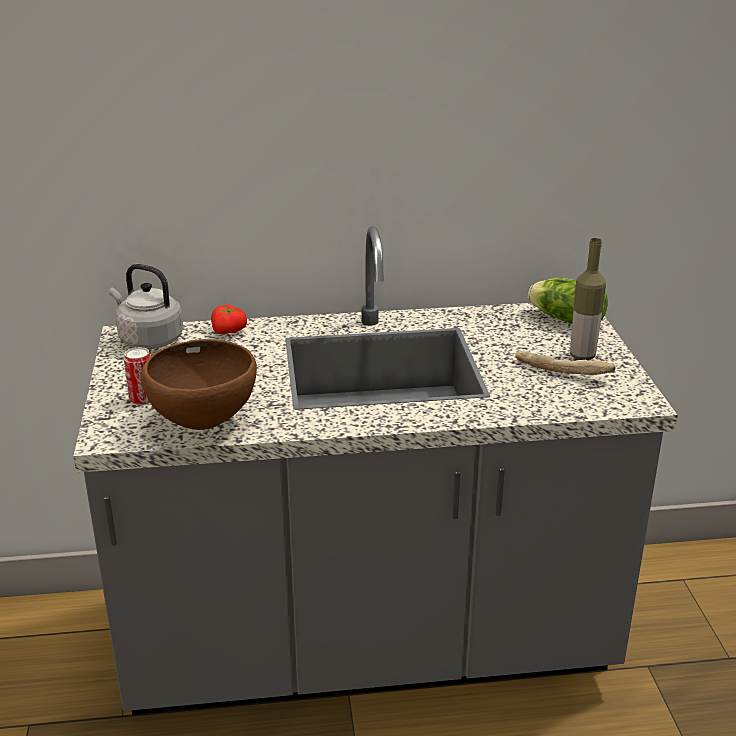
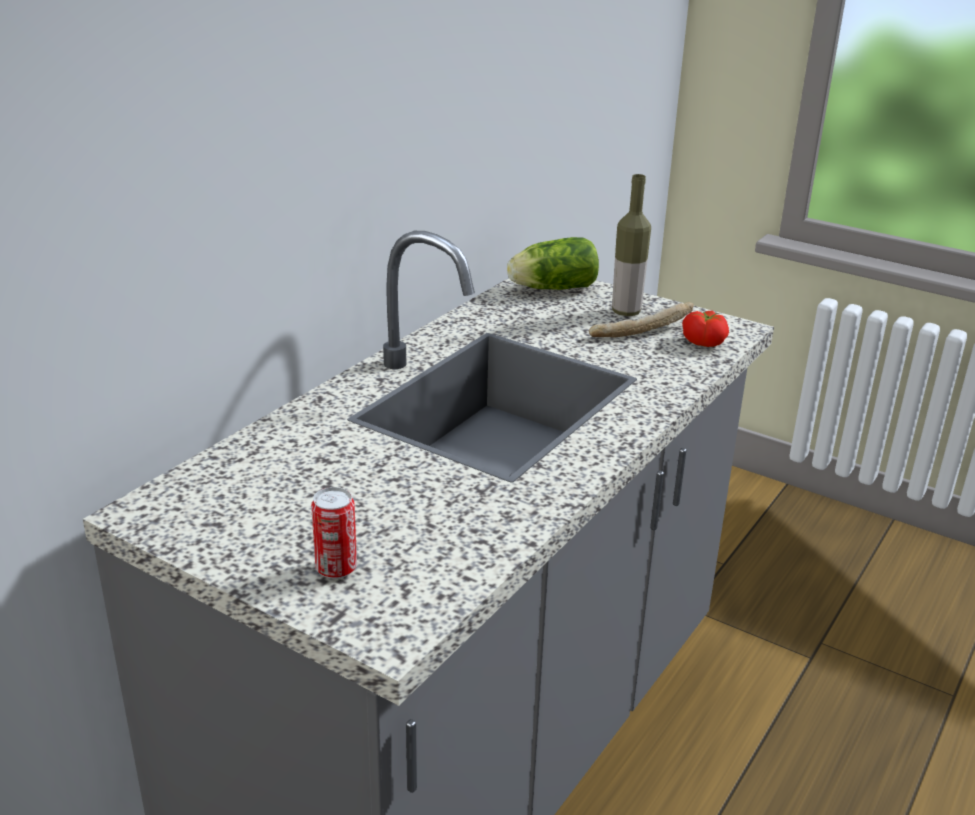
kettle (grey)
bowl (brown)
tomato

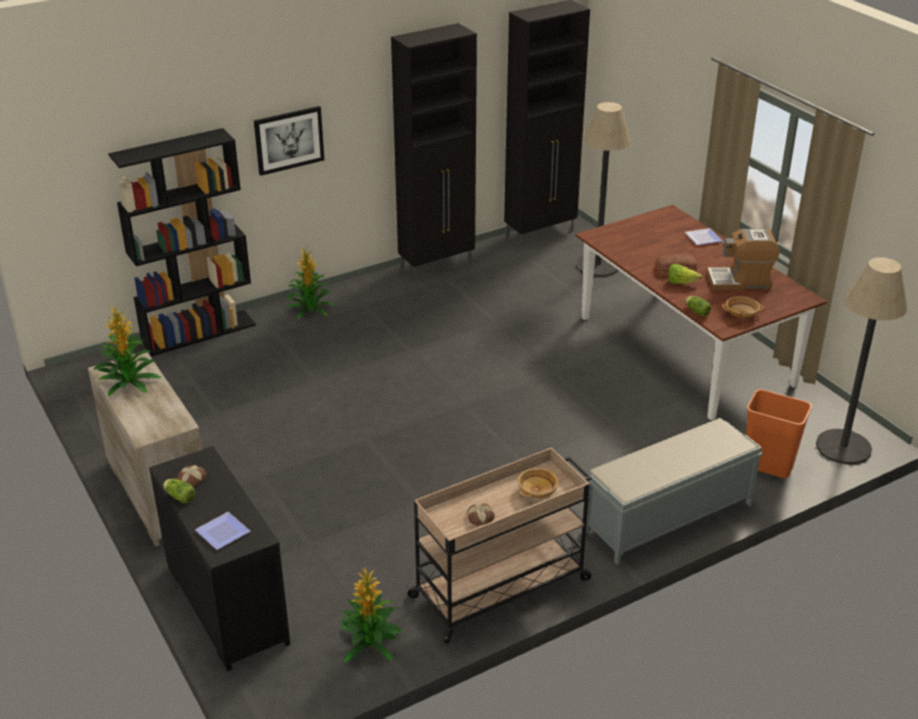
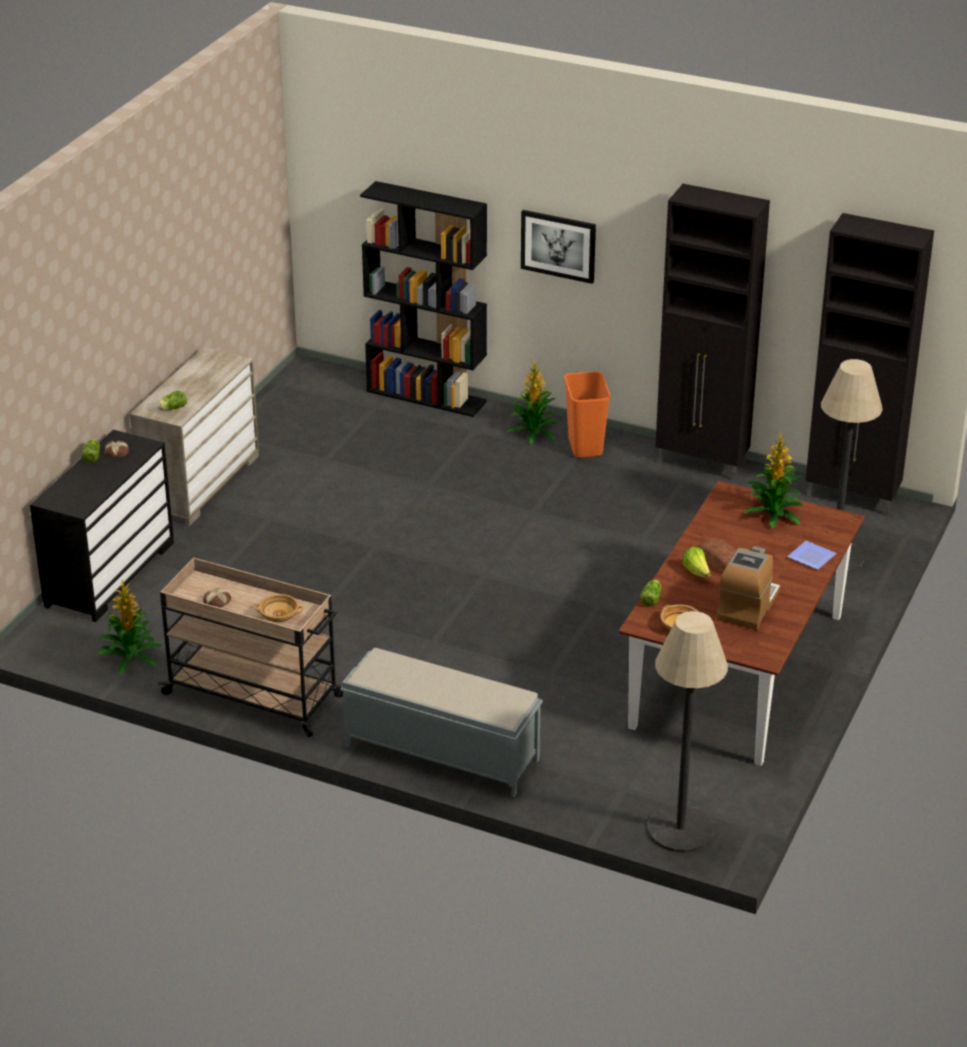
potted plant (no. 3 from left)
plate (no. 1 from left in the first image)
coffee machine
trash can (orange)
lettuce (no. 2 from left)

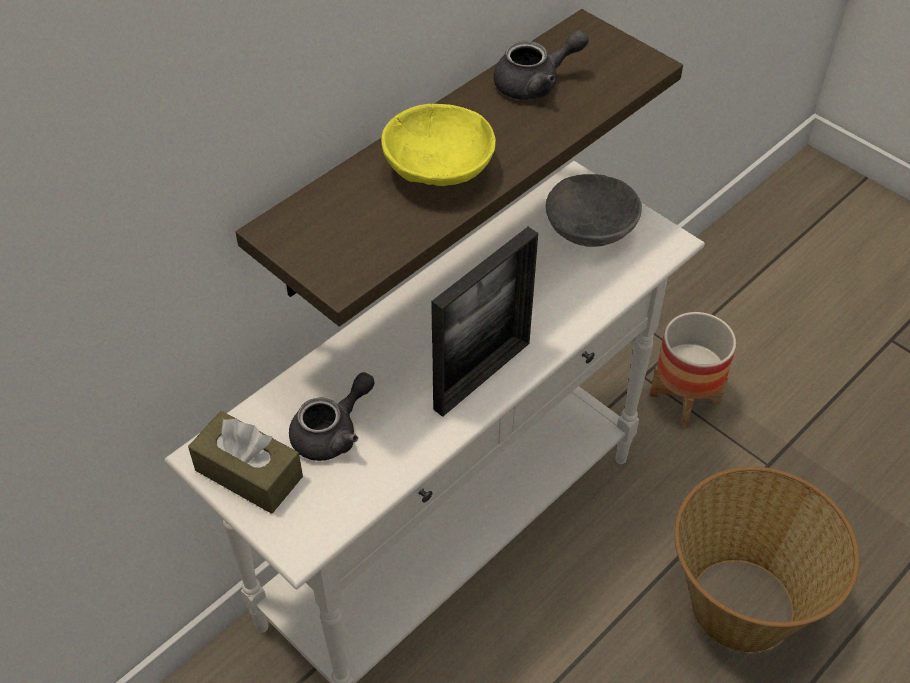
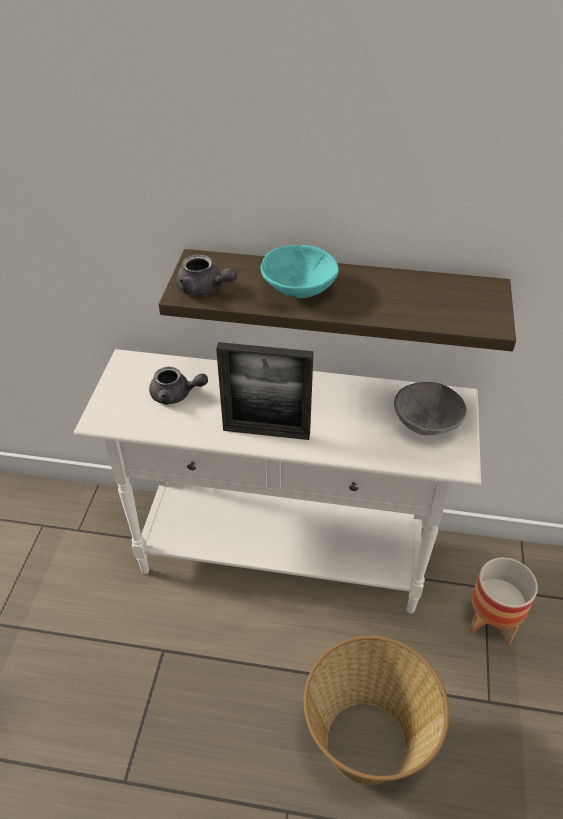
tissue box (brown)
bowl (turquoise)
teapot (grey) (no. 2 from left)

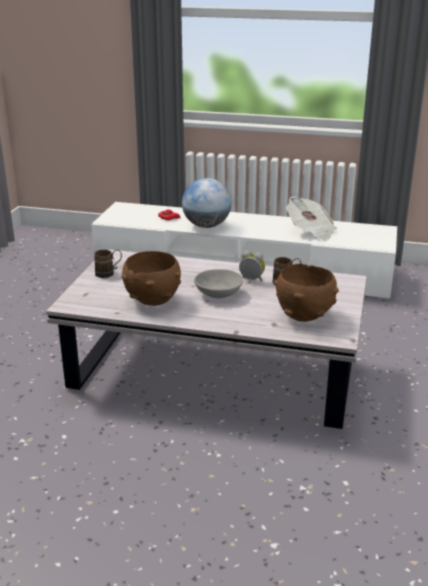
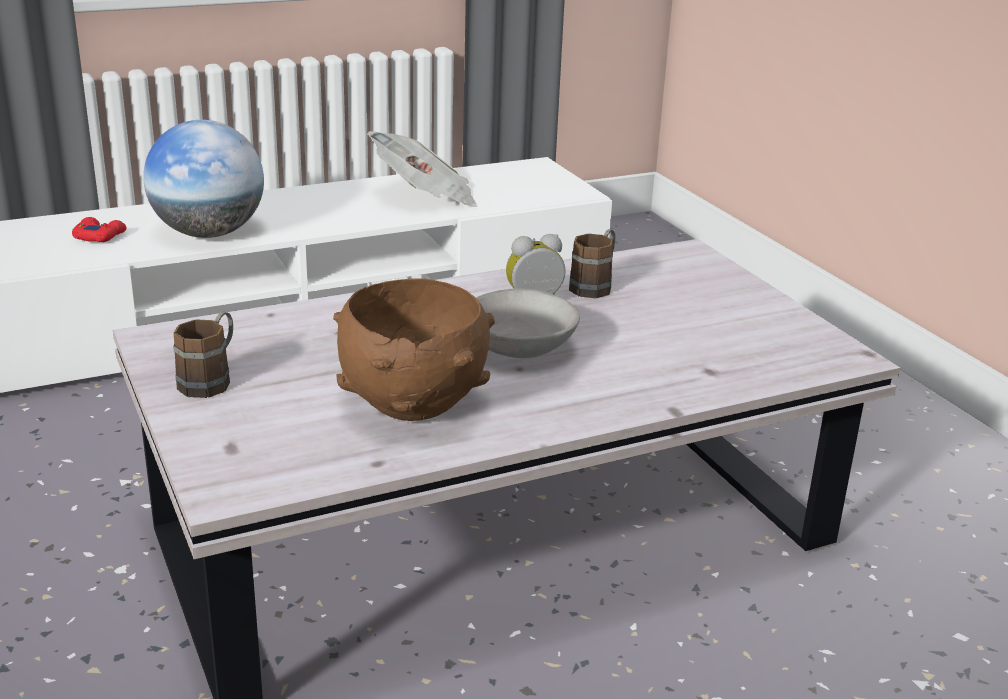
bowl (brown) (no. 2 from left in the first image)

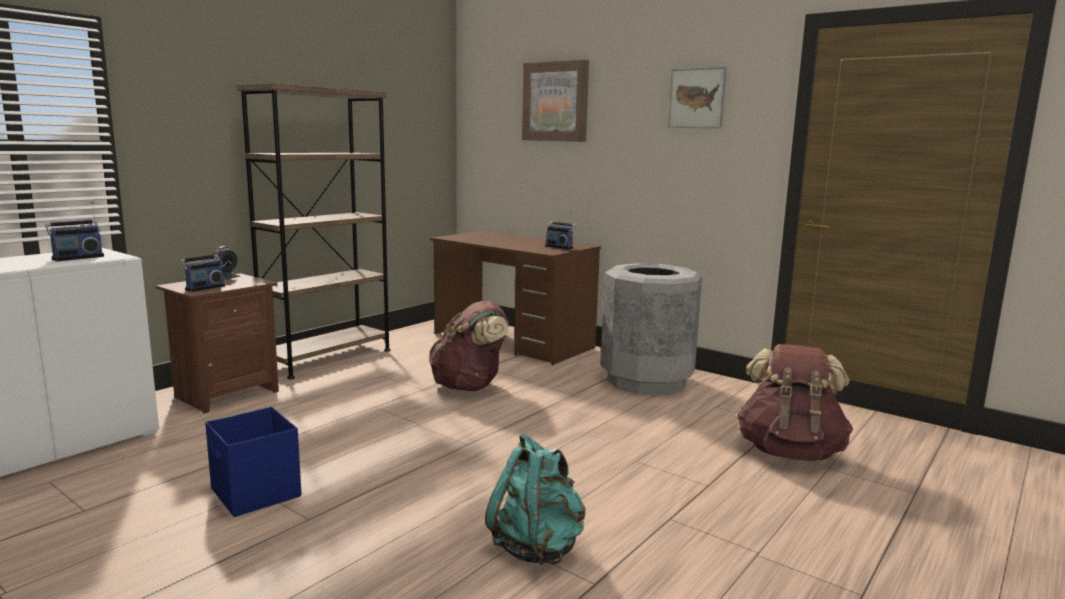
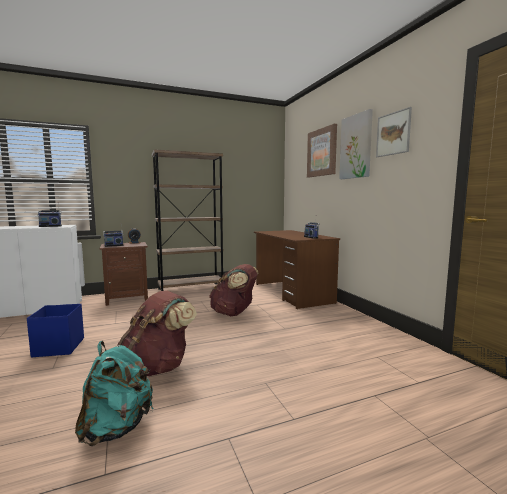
trash can (grey)
backpack (brown) (no. 1 from left)
picture (no. 2 from left)

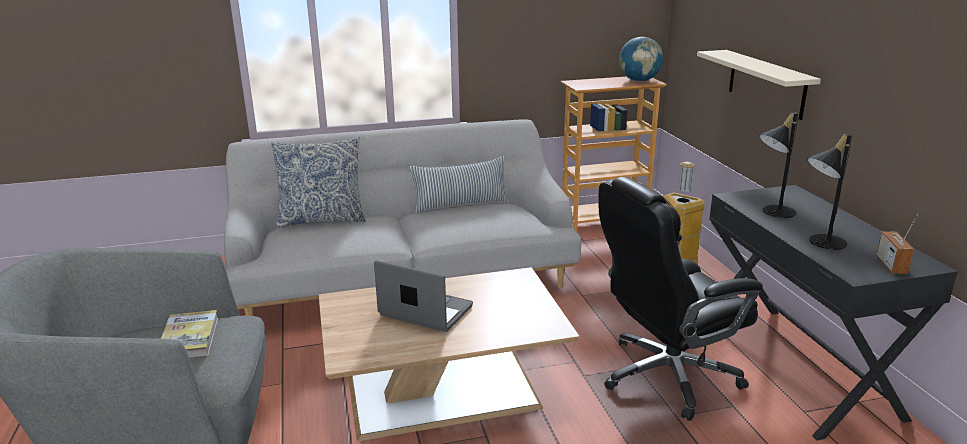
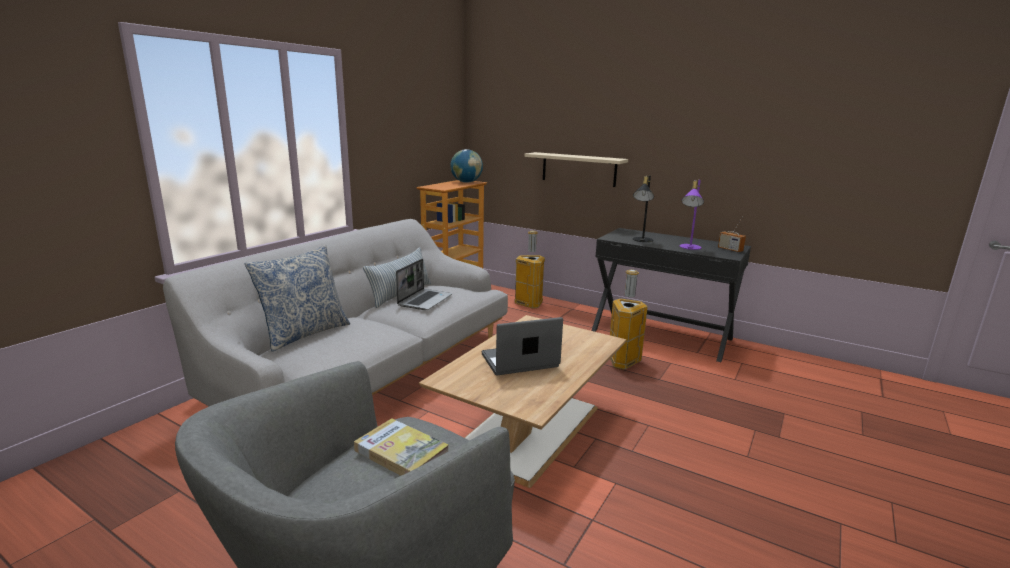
trash can (no. 2 from left)
table lamp (purple)
laptop (no. 1 from left)

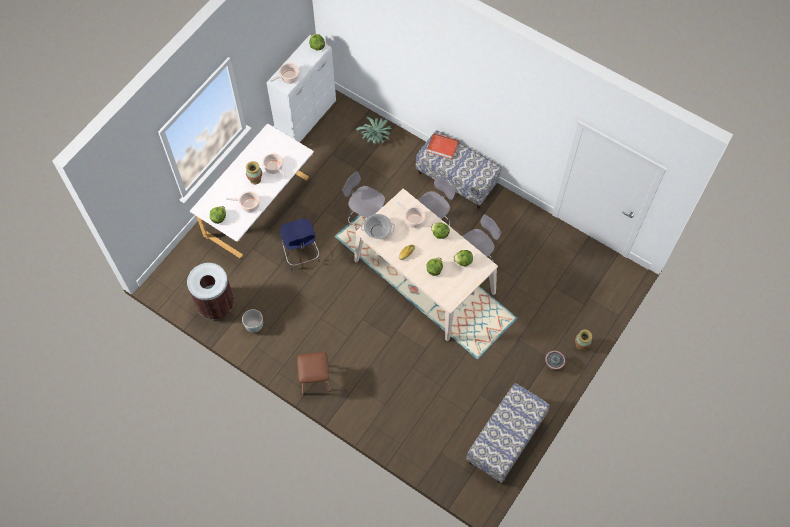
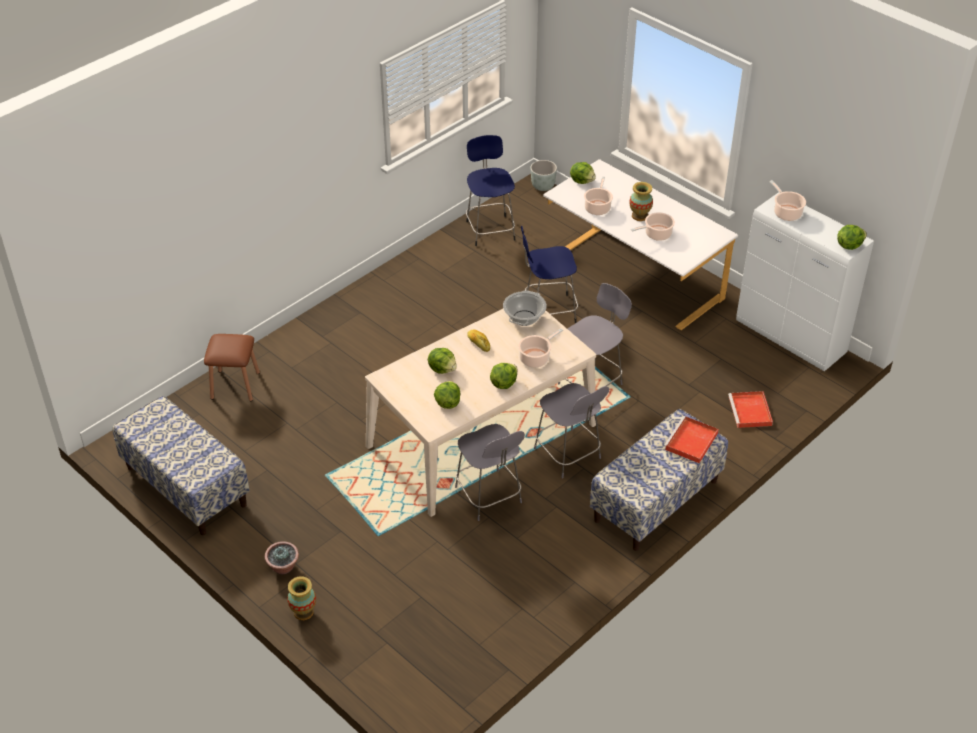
stool (blue) (no. 1 from left)
planter (grey)
stool (brown)
tray (red) (no. 2 from left)

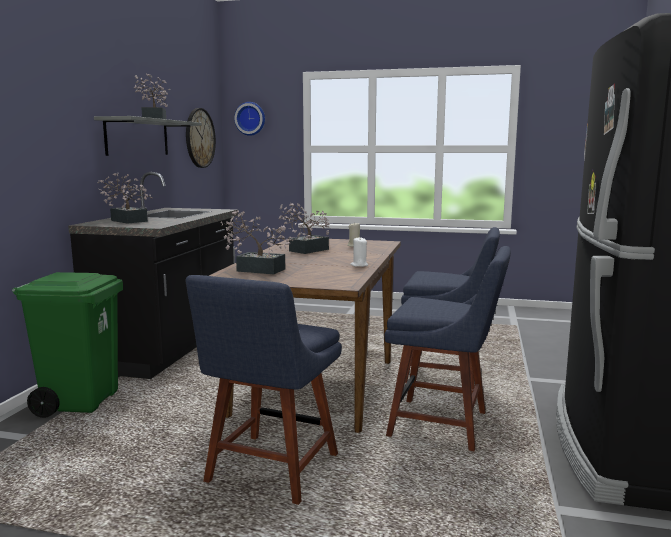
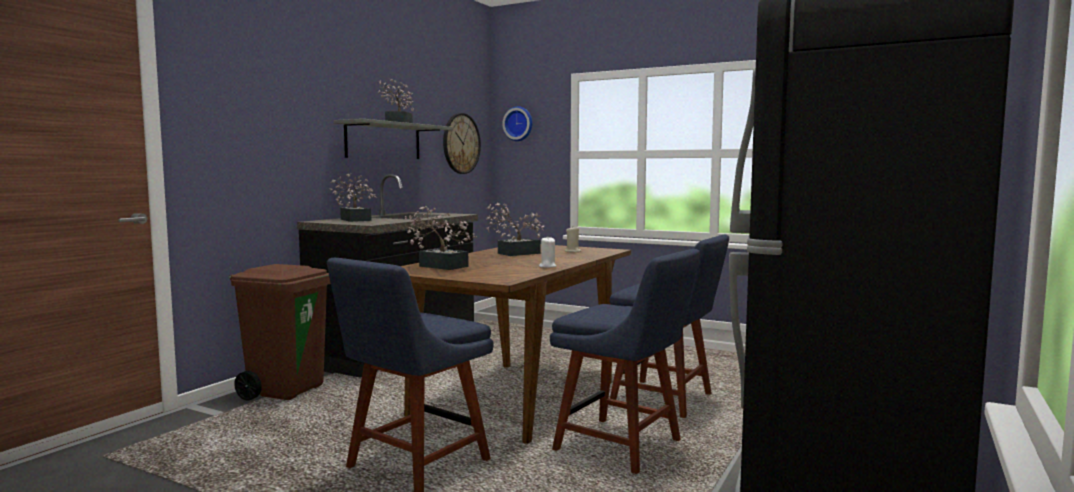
trash can (brown)

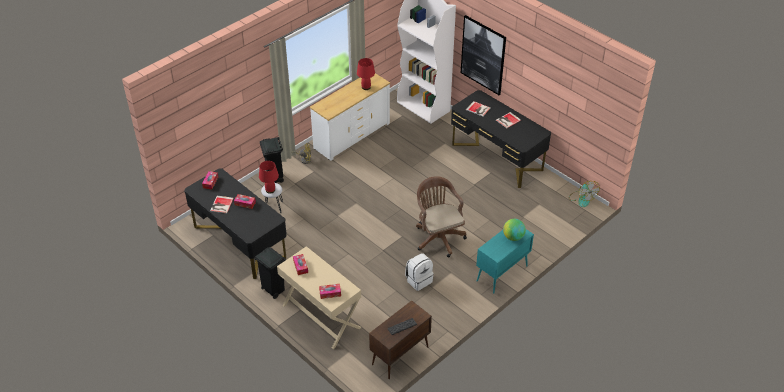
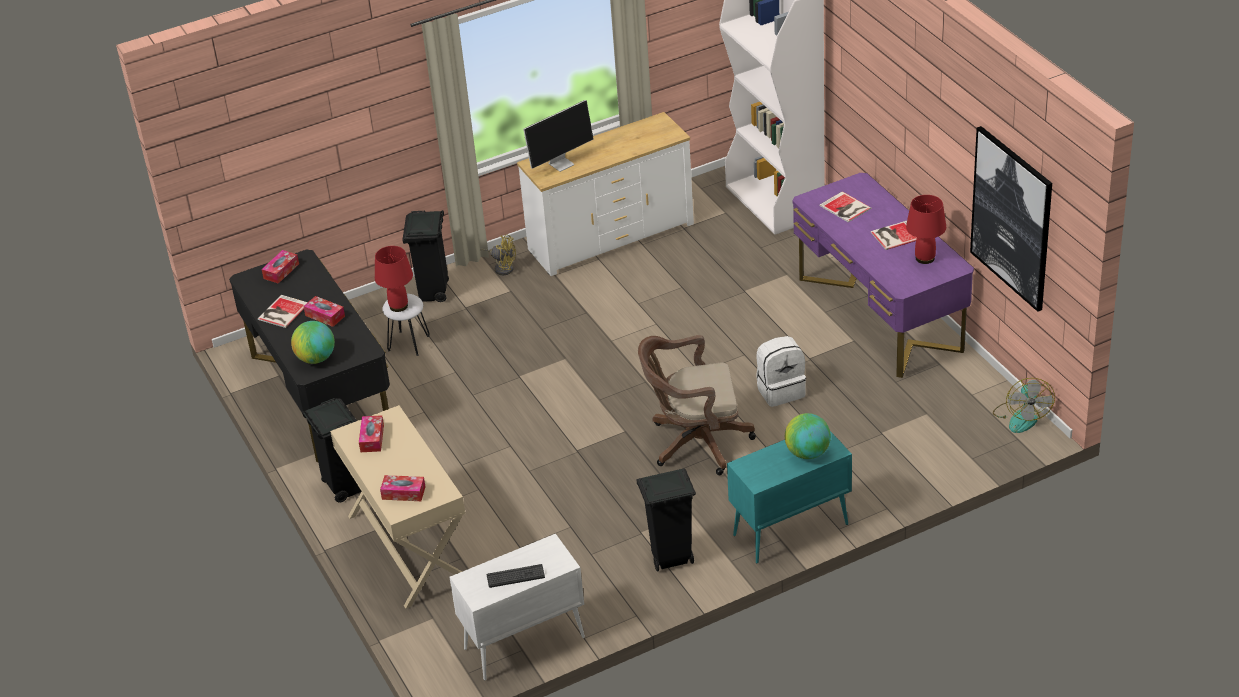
table lamp (red) (no. 2 from left)
cabinet (white)
backpack (white)
office chair (brown)
desk (purple)
picture
globe (no. 1 from left)
monitor
trash can (black) (no. 3 from left)

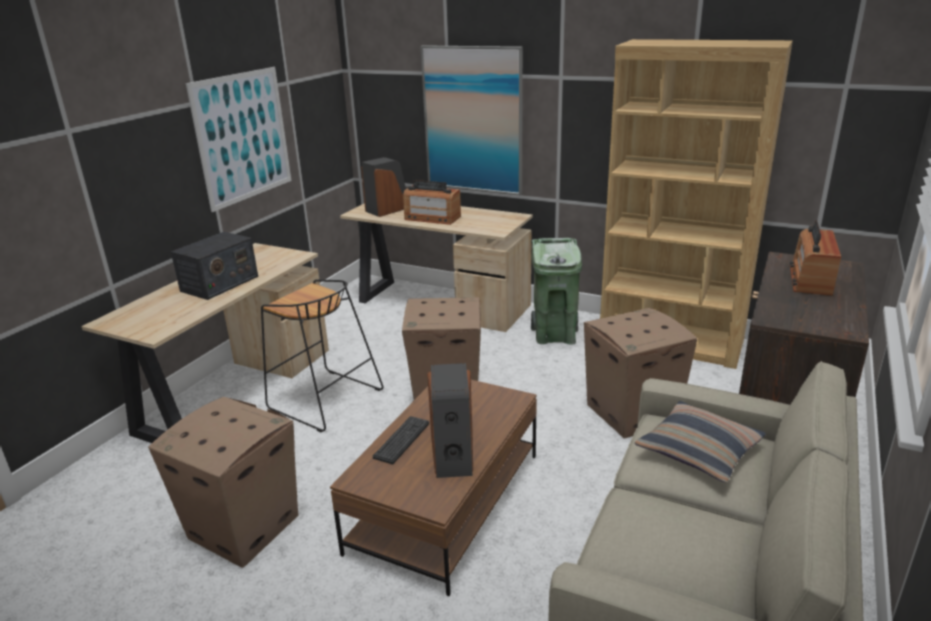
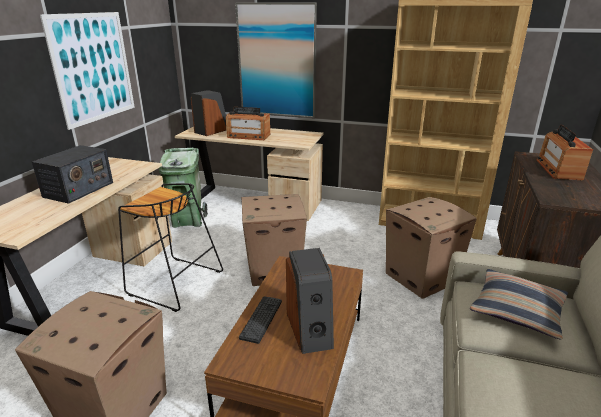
trash can (green)

